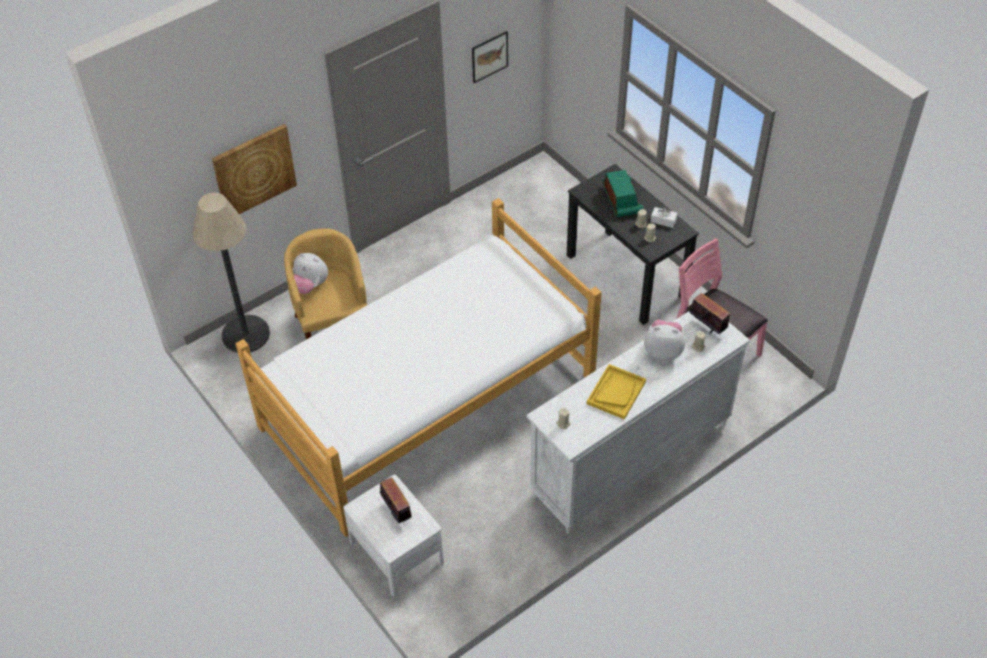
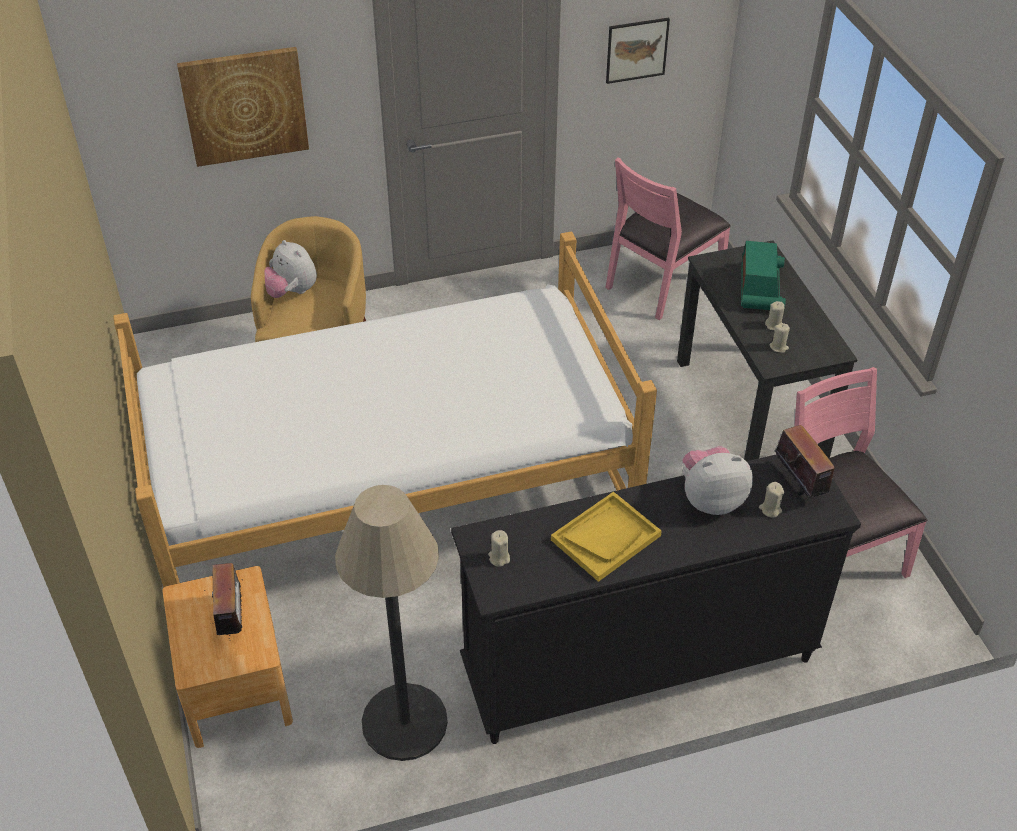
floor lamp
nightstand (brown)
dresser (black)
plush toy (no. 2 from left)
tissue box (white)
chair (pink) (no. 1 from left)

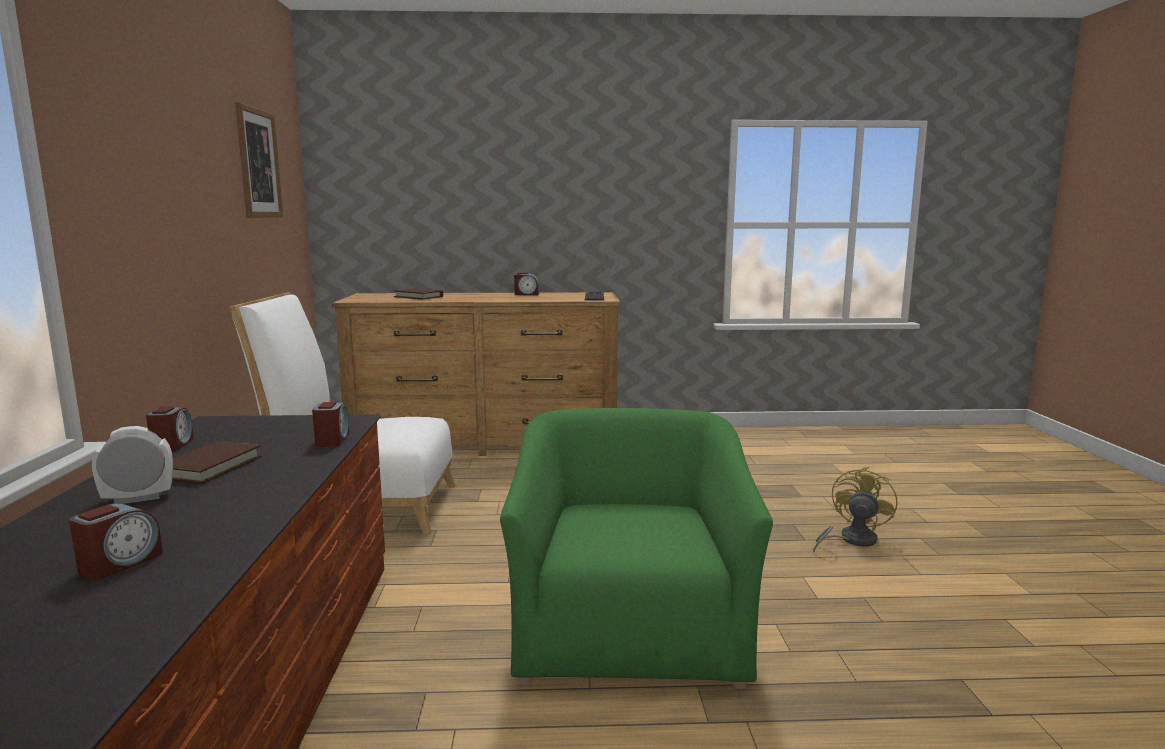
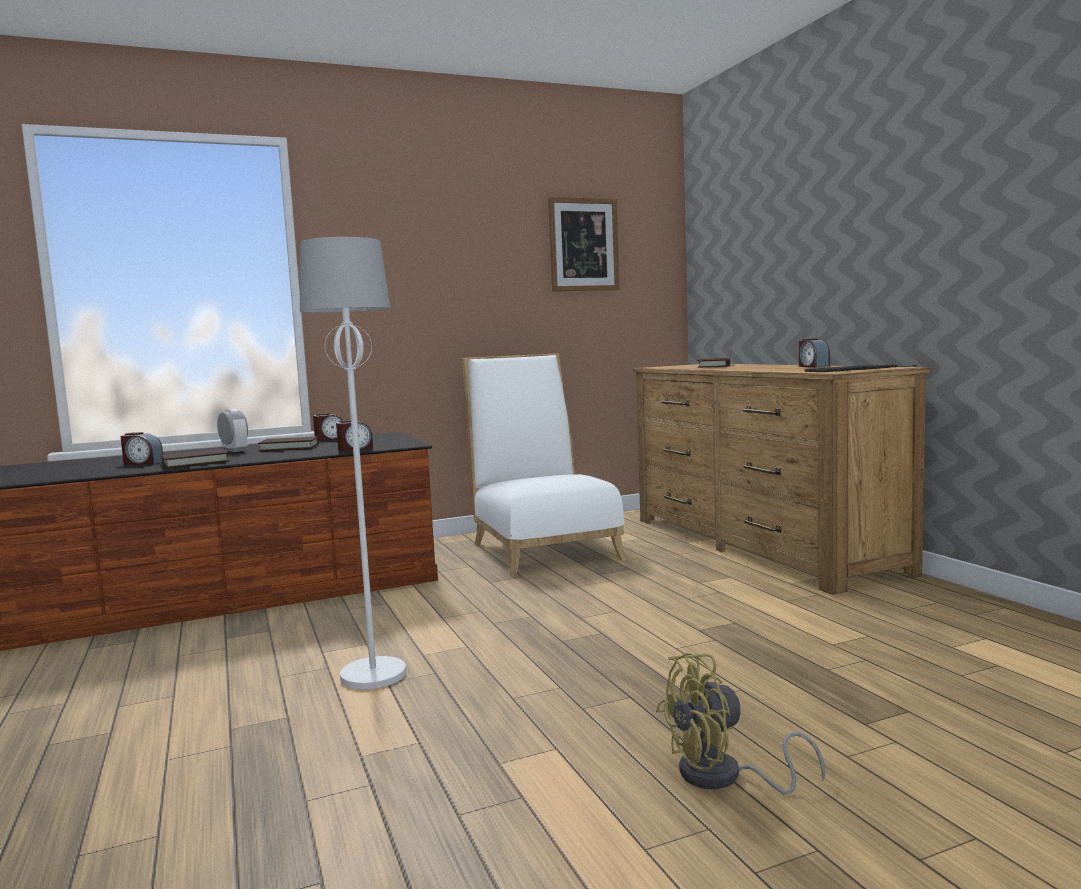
floor lamp (white)
fan (yellow)
book (brown) (no. 1 from left)

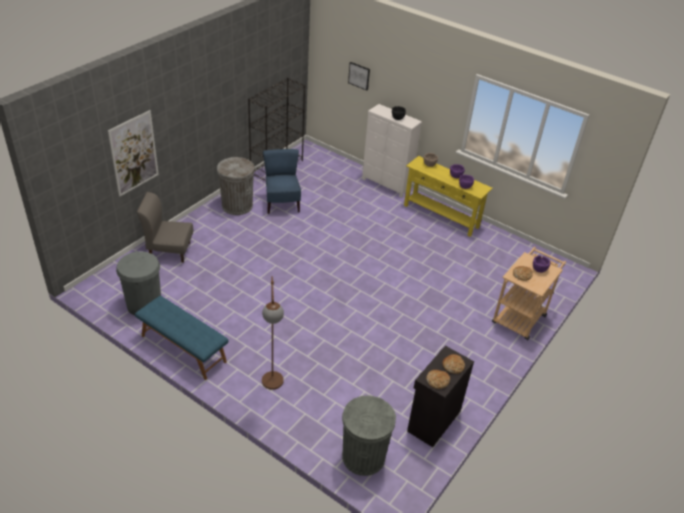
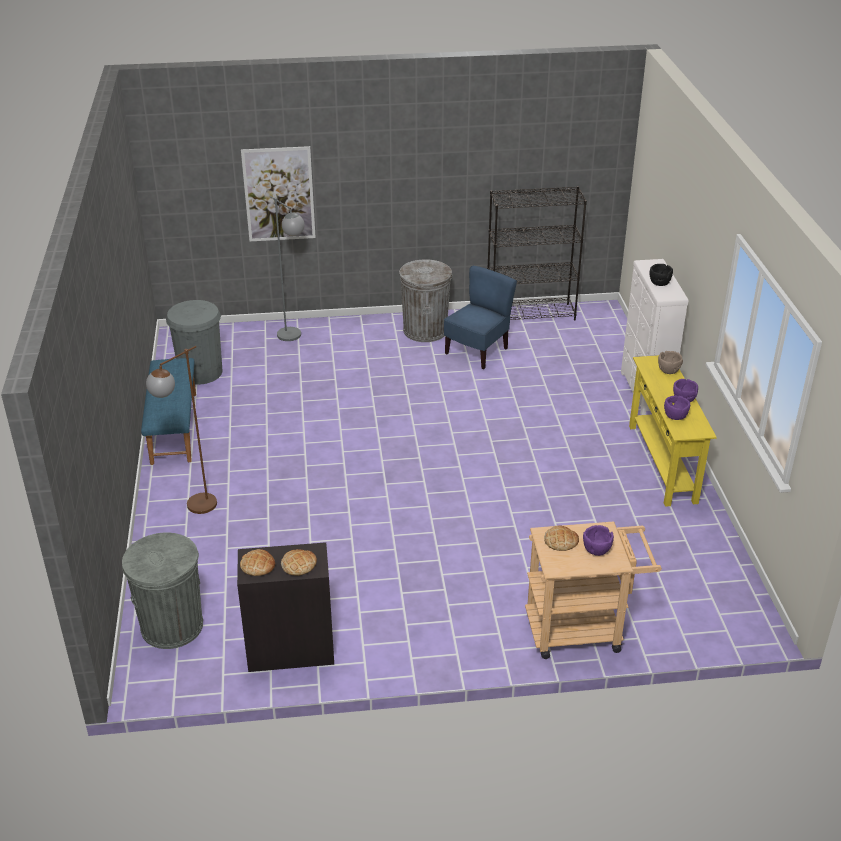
floor lamp (grey)
picture (no. 2 from left in the first image)

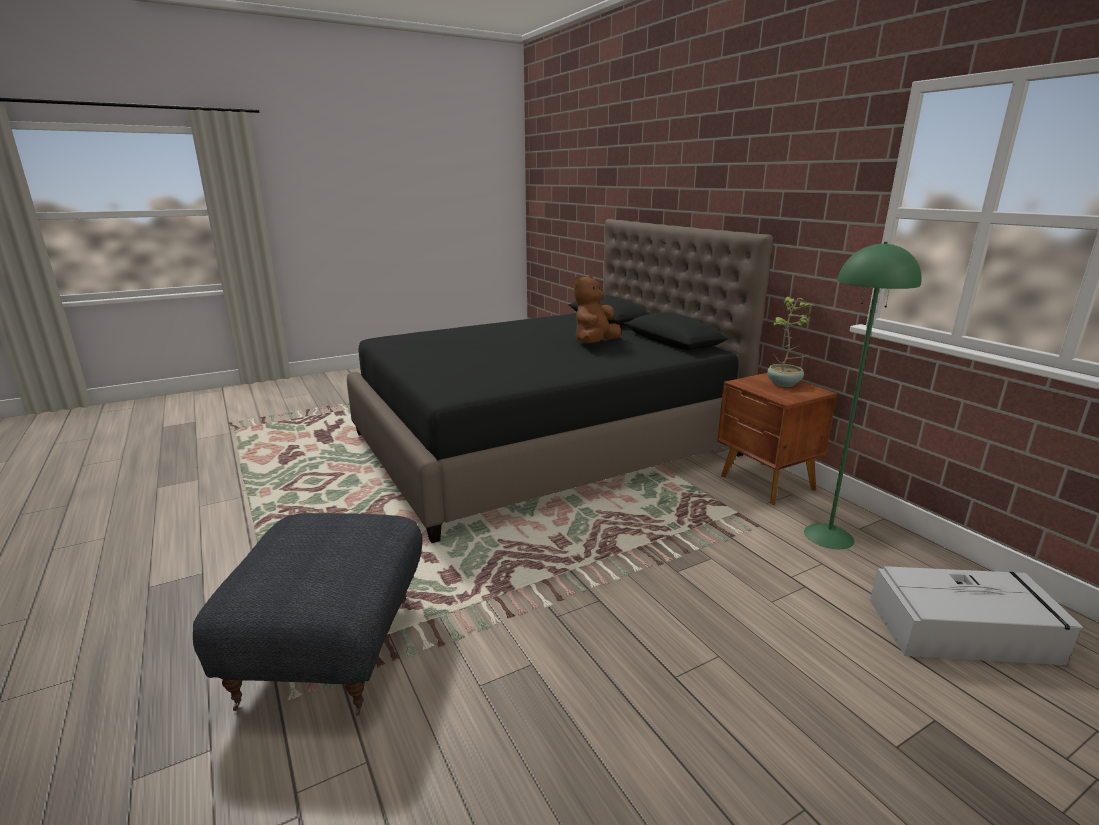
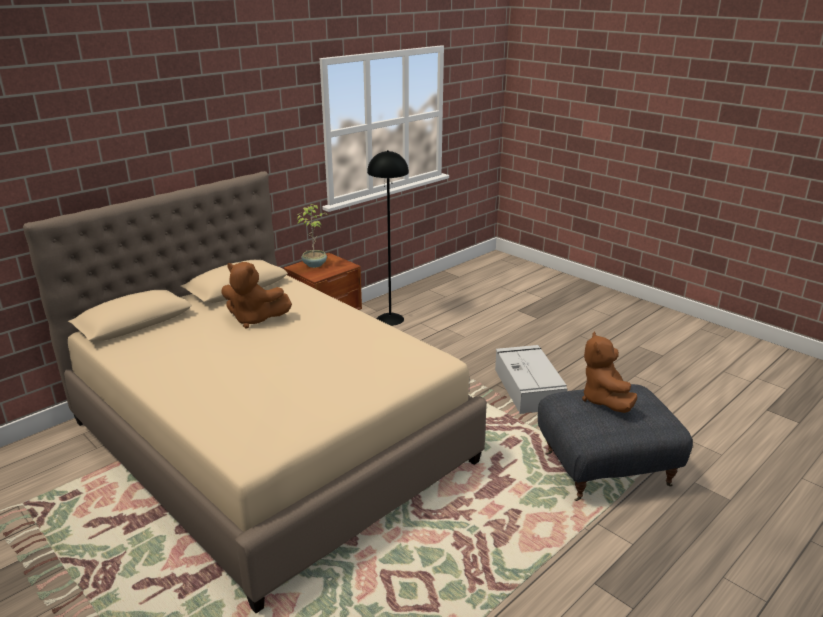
bed (beige)
floor lamp (black)
storage box (grey)
plush toy (brown) (no. 2 from left)

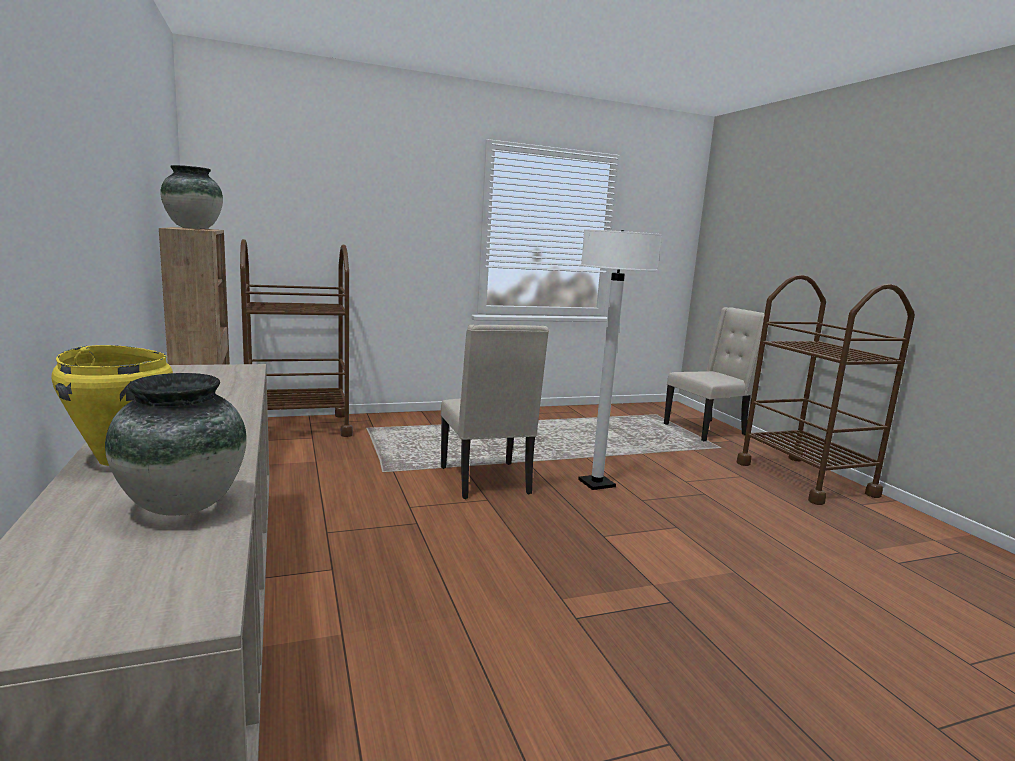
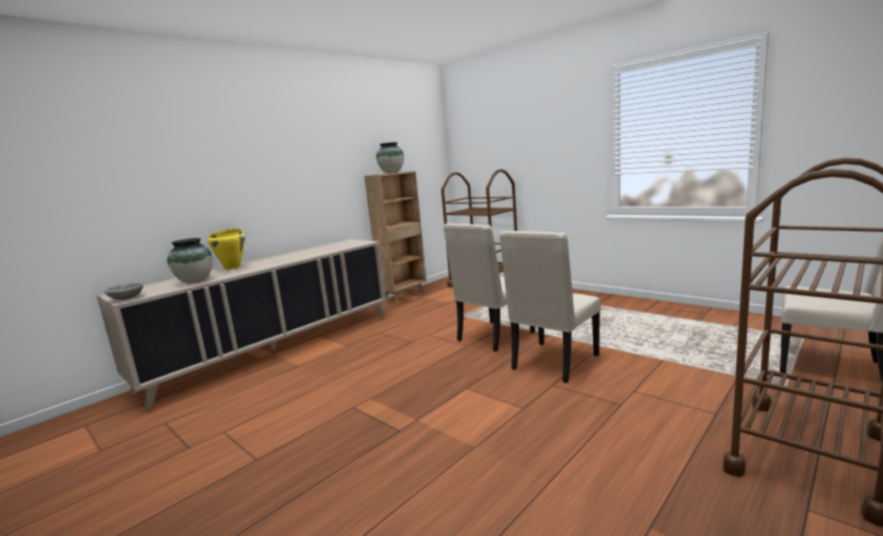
chair (beige) (no. 2 from left)
bowl (grey)

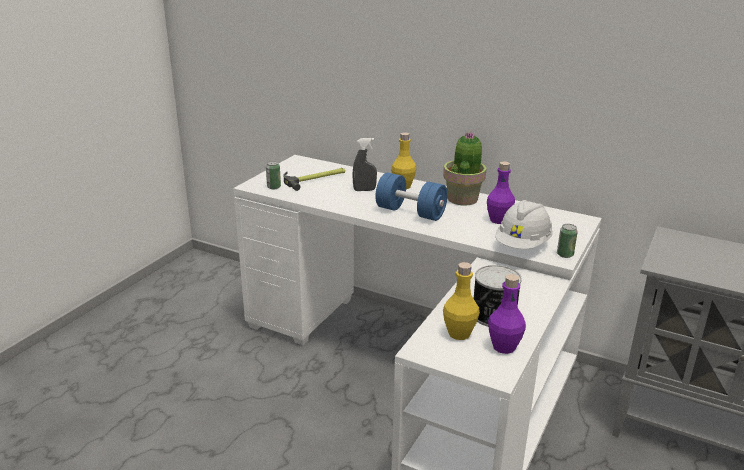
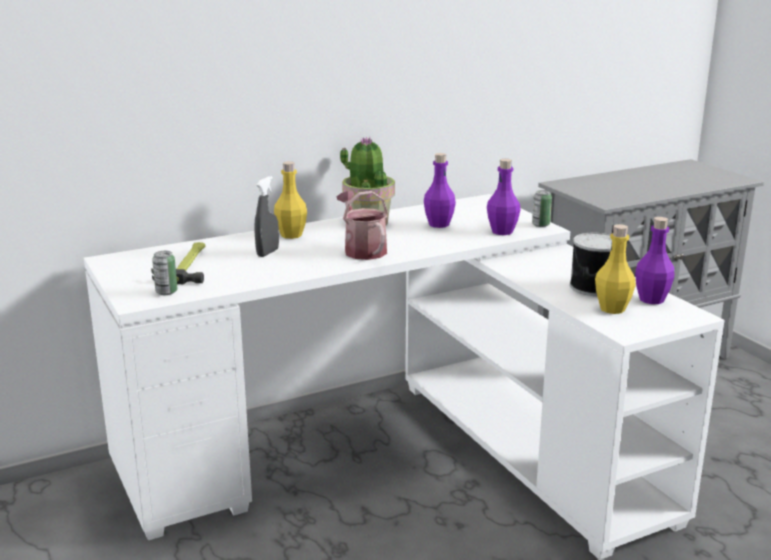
watering can
bottle (purple) (no. 2 from left)

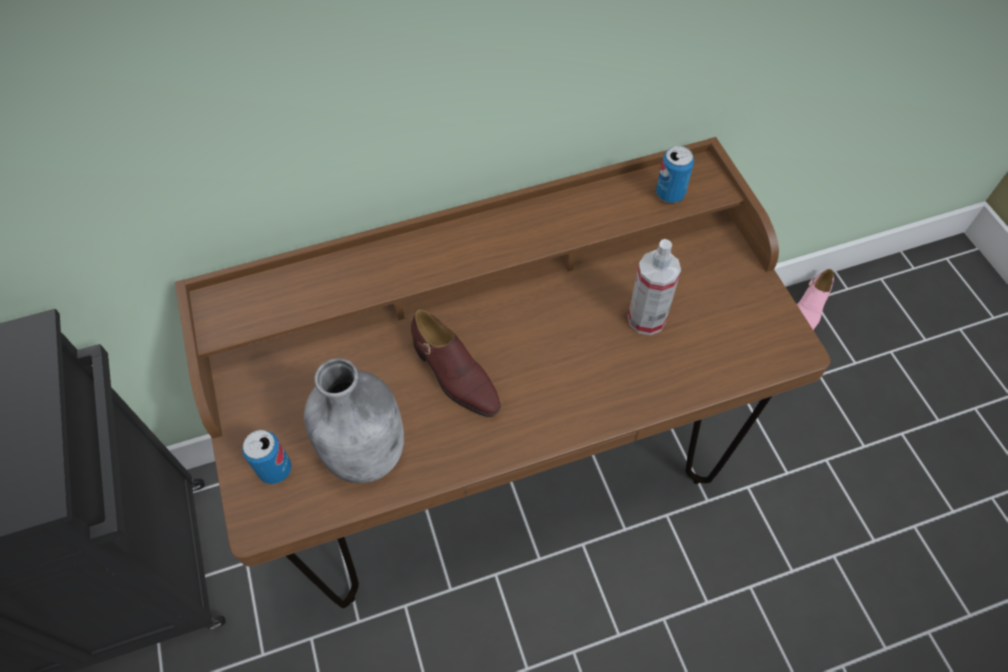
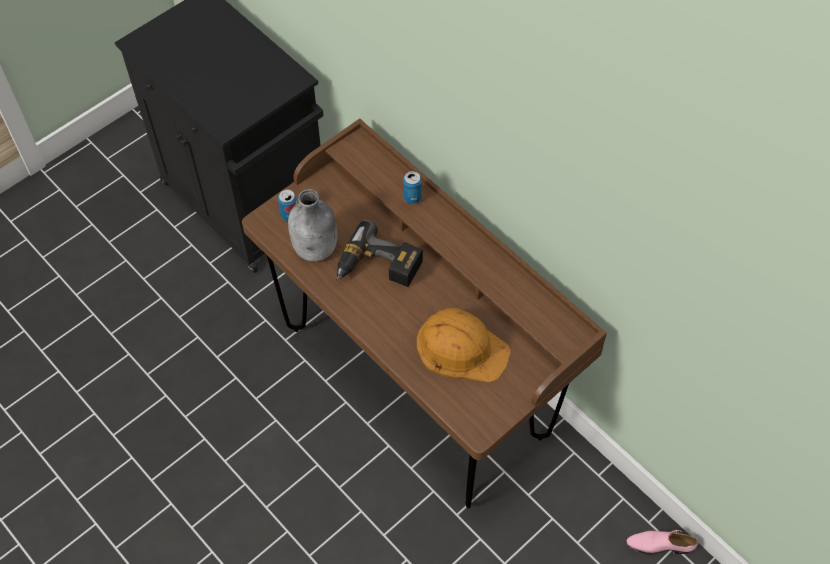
power drill
hard hat (orange)
can (no. 2 from left)

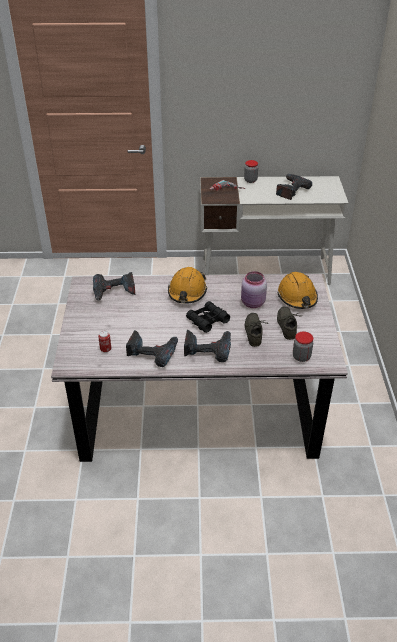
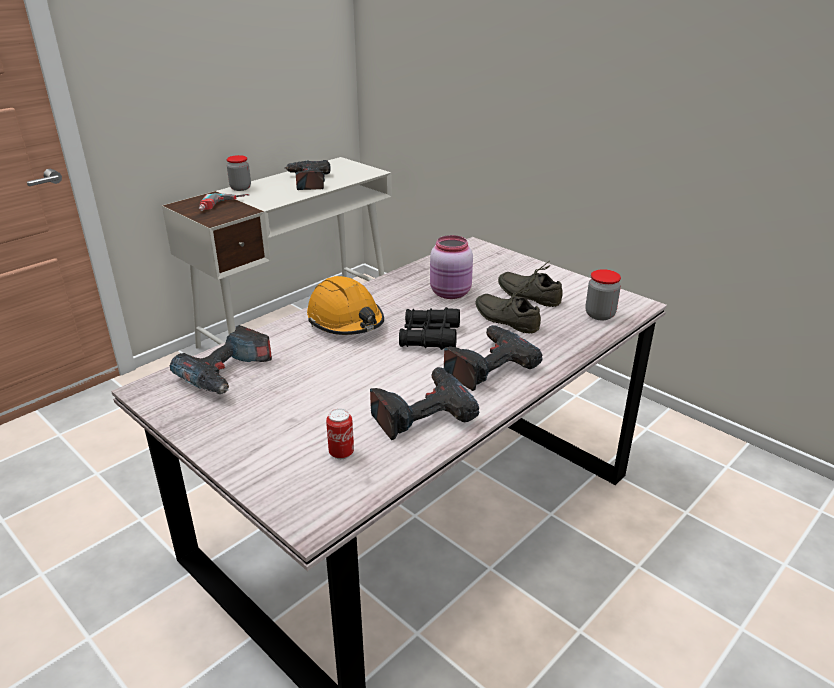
hard hat (orange) (no. 2 from left in the first image)

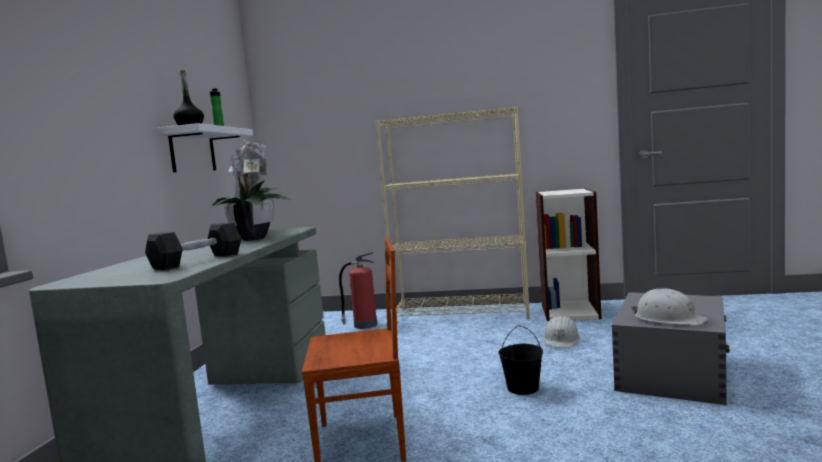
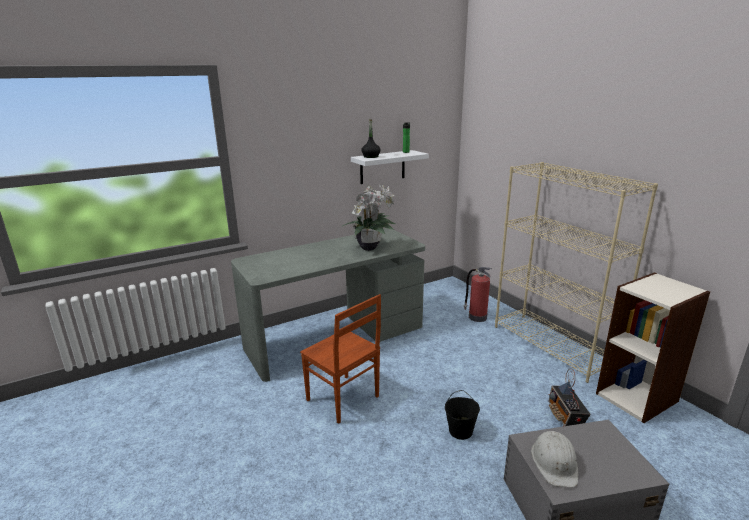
dumbbell (black)
radio

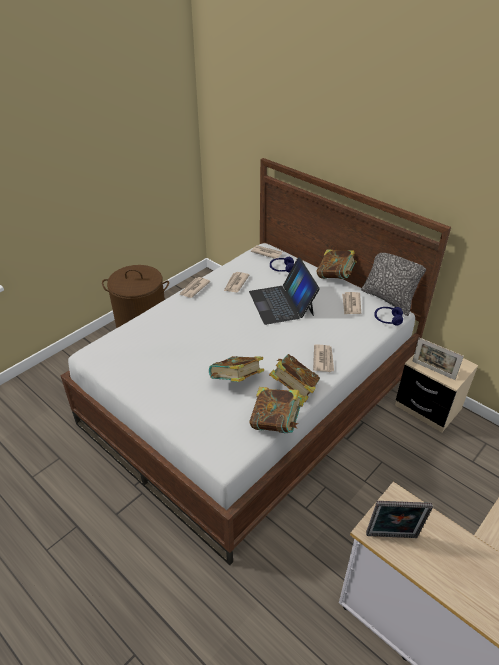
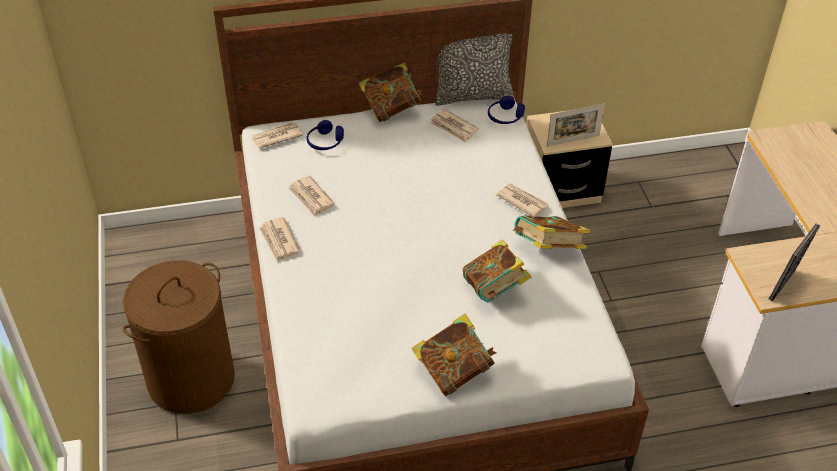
laptop
book (no. 2 from left)

